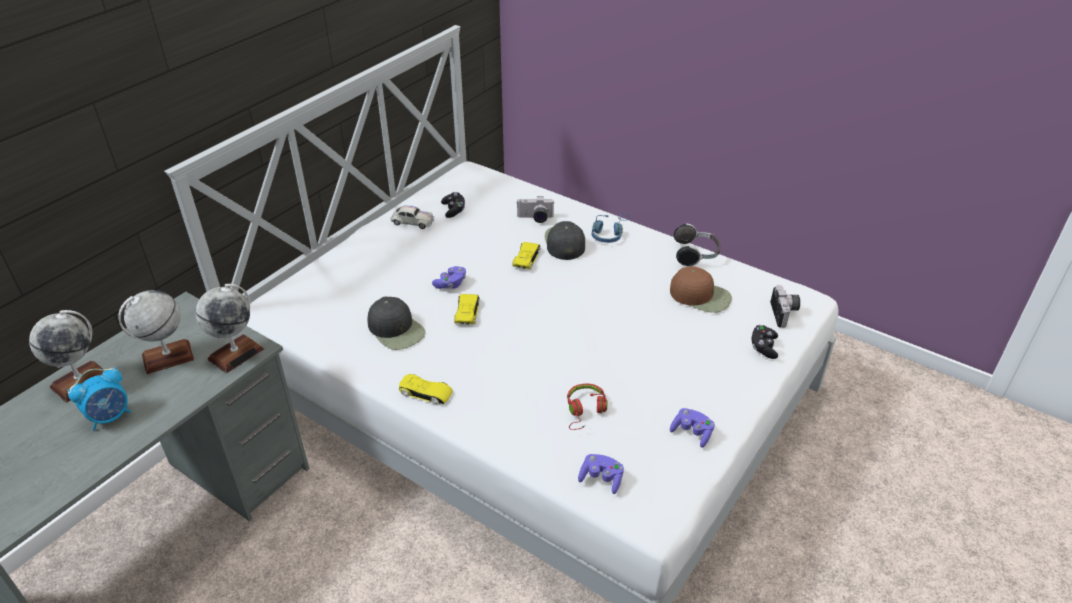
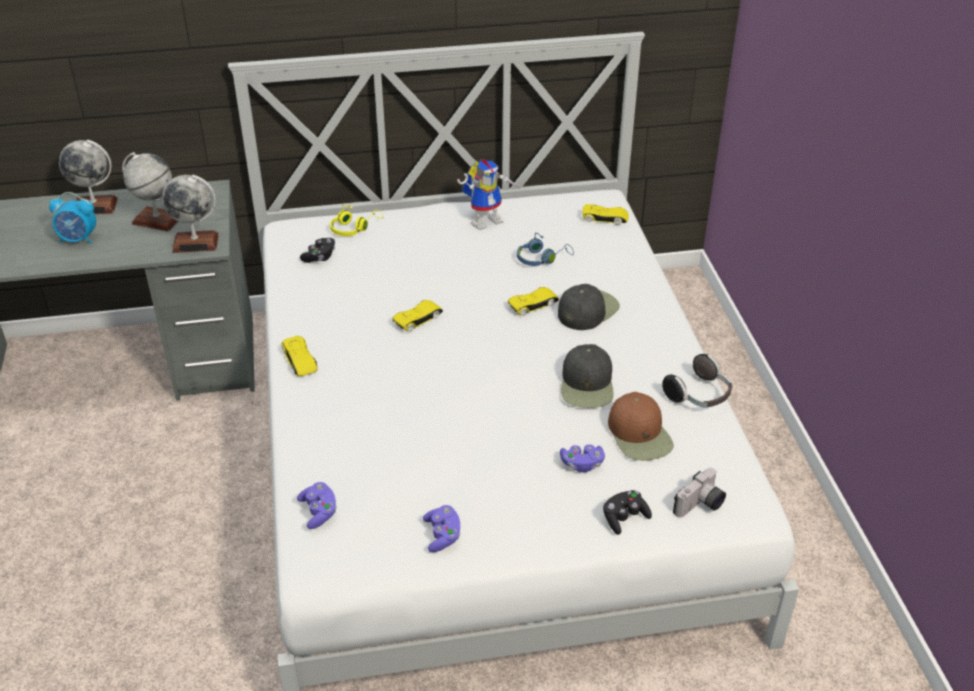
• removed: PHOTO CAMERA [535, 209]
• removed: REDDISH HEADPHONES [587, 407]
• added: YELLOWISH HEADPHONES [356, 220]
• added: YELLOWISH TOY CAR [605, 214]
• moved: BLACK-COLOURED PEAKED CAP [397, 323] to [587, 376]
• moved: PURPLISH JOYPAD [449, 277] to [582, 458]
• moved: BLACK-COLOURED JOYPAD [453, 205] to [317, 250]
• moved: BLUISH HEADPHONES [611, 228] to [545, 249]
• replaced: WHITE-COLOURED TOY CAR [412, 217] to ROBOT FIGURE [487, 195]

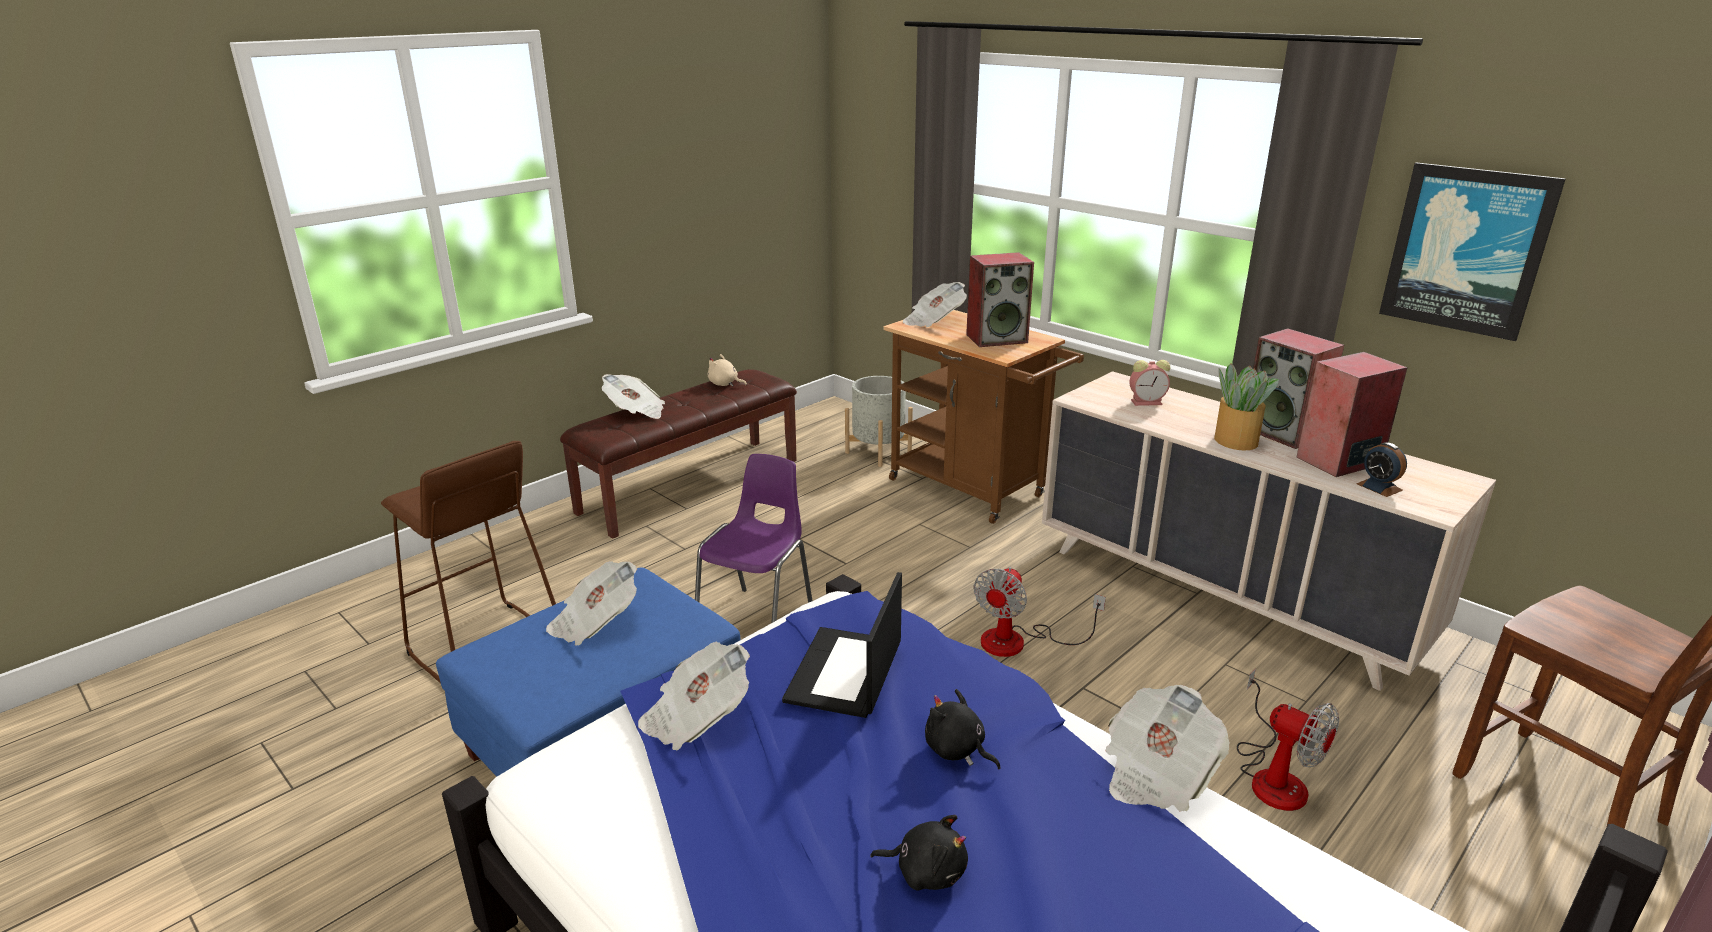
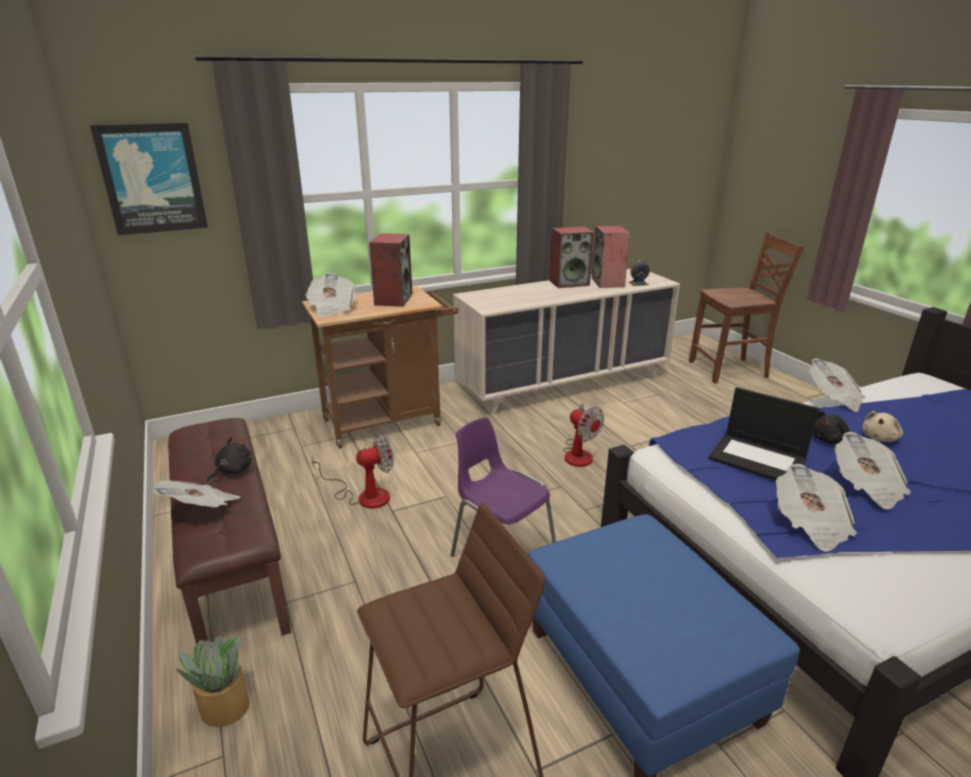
• removed: GRAY PLANT POT [879, 421]
• removed: TABLE CLOCK [1150, 383]
• moved: DAILY PAPER [591, 603] to [872, 471]
• moved: BEIGE SOFT TOY [727, 370] to [882, 426]
• moved: BLACK-COLOURED SOFT TOY [919, 853] to [229, 459]
• moved: PLANT IN A POT [1246, 407] to [213, 681]
• moved: FAN [1288, 740] to [352, 471]
• moved: WALL PICTURE [1472, 251] to [149, 179]

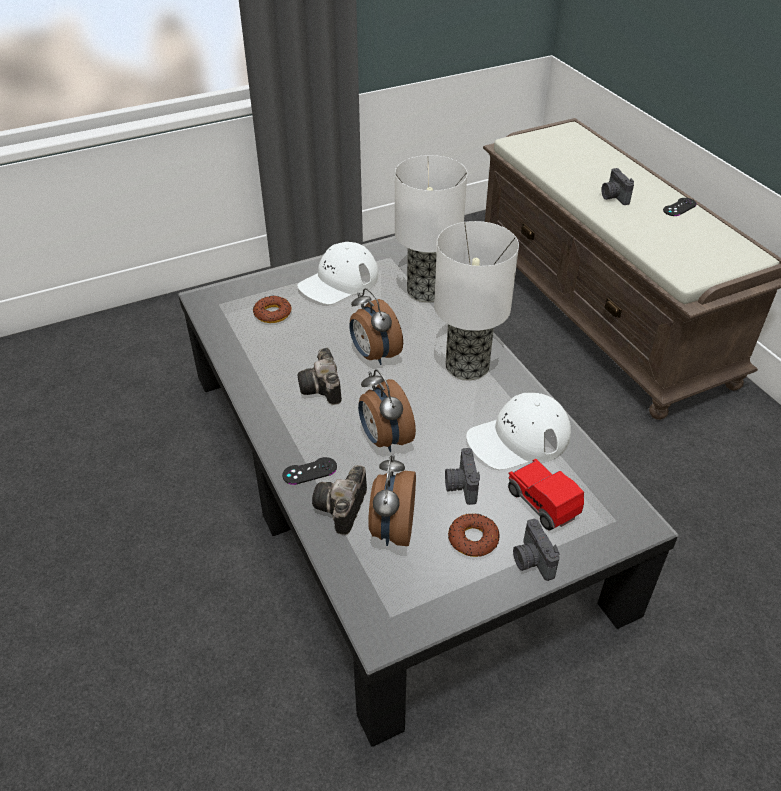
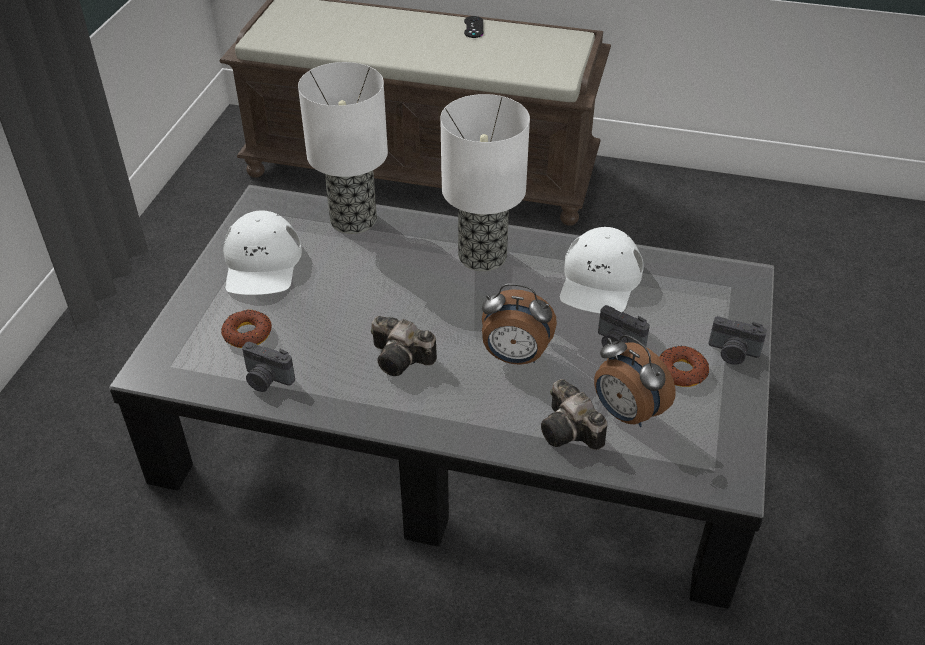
• removed: BLACK-COLOURED JOYPAD [309, 471]
• removed: TABLE CLOCK [376, 326]
• removed: TOY CAR [546, 494]
• moved: PHOTO CAMERA [617, 186] to [268, 367]

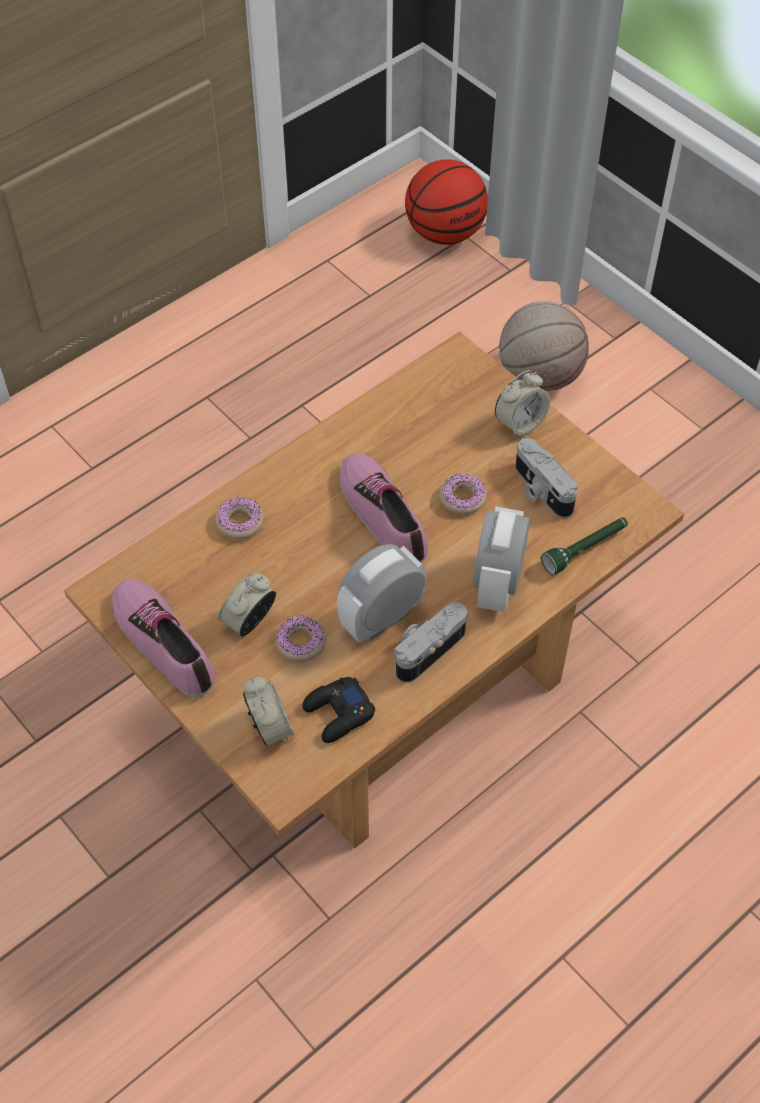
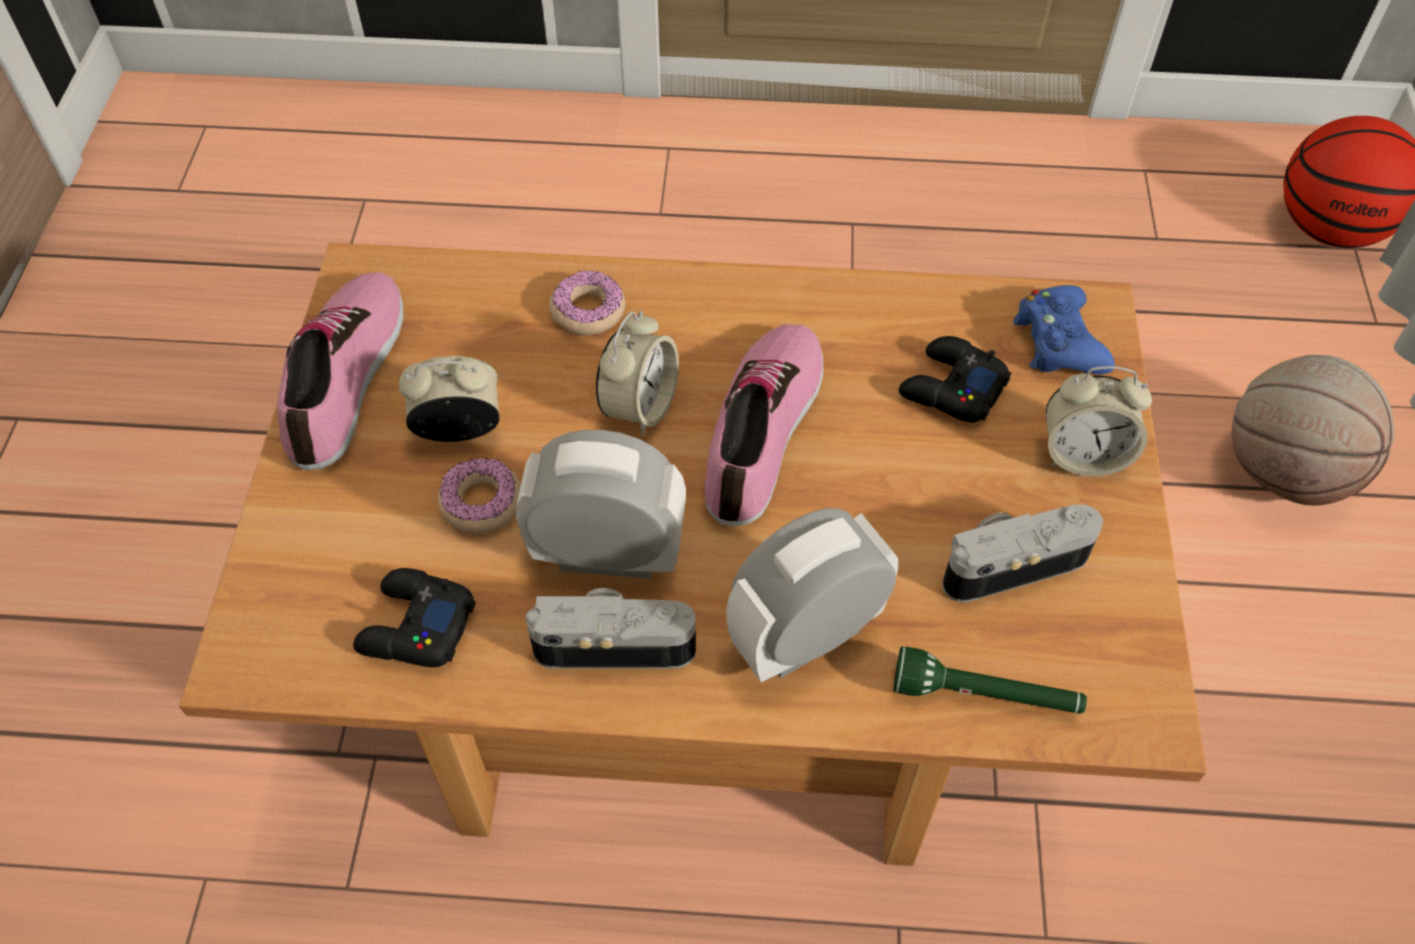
• removed: DONUT [463, 494]
• added: BLACK-COLOURED JOYPAD [955, 379]
• added: BLUISH JOYPAD [1064, 329]
• moved: TABLE CLOCK [268, 711] to [637, 373]
• turned: PHOTO CAMERA [546, 478] = [1023, 553] 60 degrees clockwise

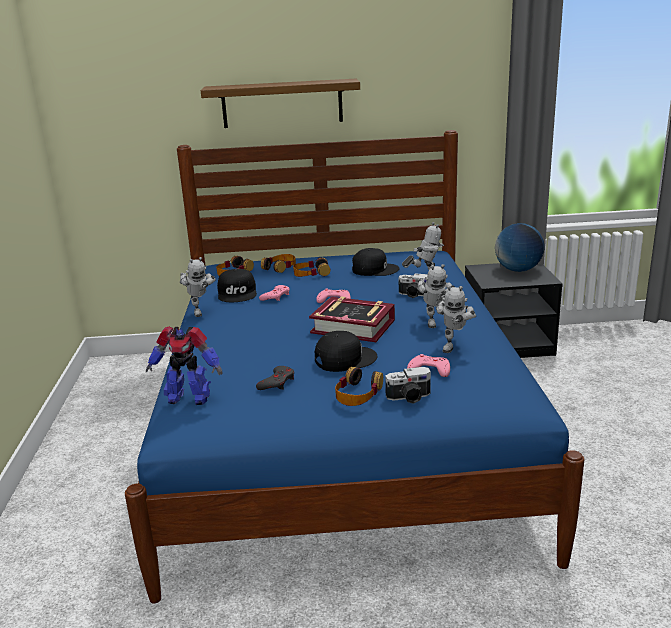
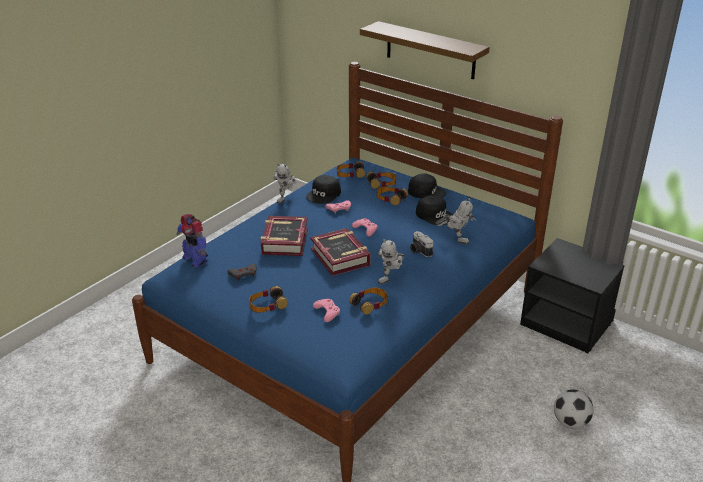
• removed: PHOTO CAMERA [408, 385]
• removed: WORLD GLOBE [520, 247]
• added: VOLUME [284, 236]
• added: BALL FOR FOOTBALL [574, 409]
• moved: BLACK-COLOURED PEAKED CAP [346, 351] to [427, 185]
• replaced: ROBOT FIGURE [456, 319] to HEADPHONES [368, 301]

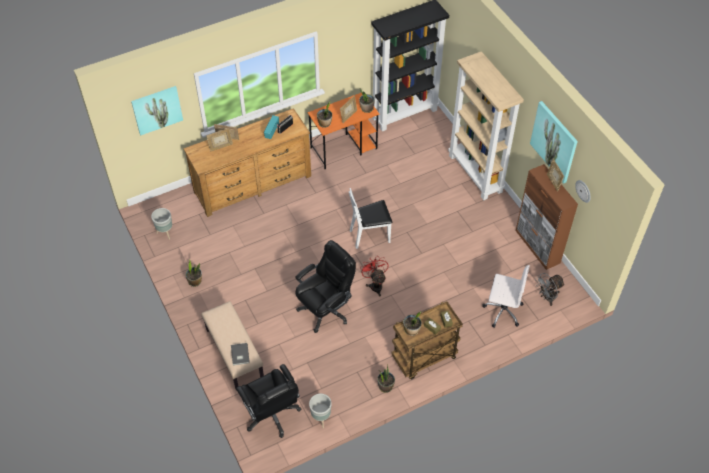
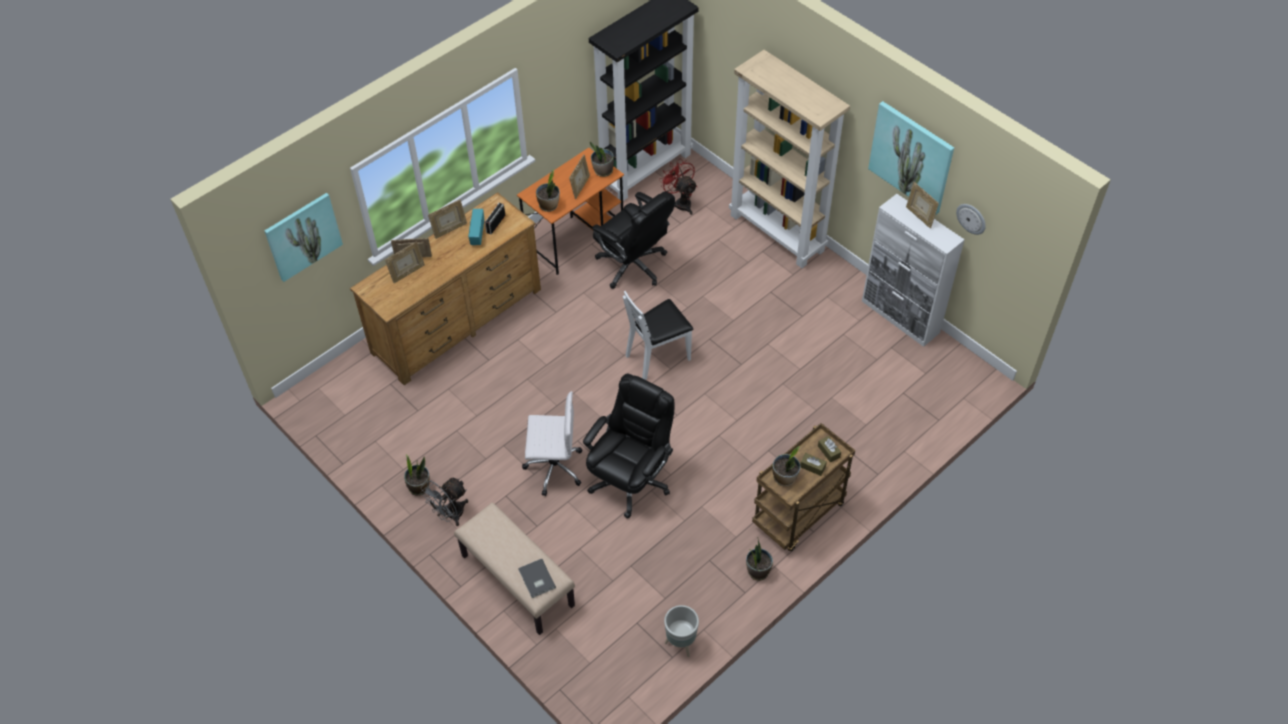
• removed: GRAY PLANT POT [161, 224]
• added: PHOTO FRAME [447, 219]
• moved: BLACK-COLOURED OFFICE CHAIR [269, 401] to [633, 240]
• moved: REDDISH FAN [374, 276] to [678, 186]
• moved: WHITE-COLOURED OFFICE CHAIR [506, 296] to [552, 443]
• moved: GRAY FAN [550, 289] to [444, 502]
• recoloured: BROWN STORAGE CABINET [547, 217] to WHITE-COLOURED STORAGE CABINET [913, 270]

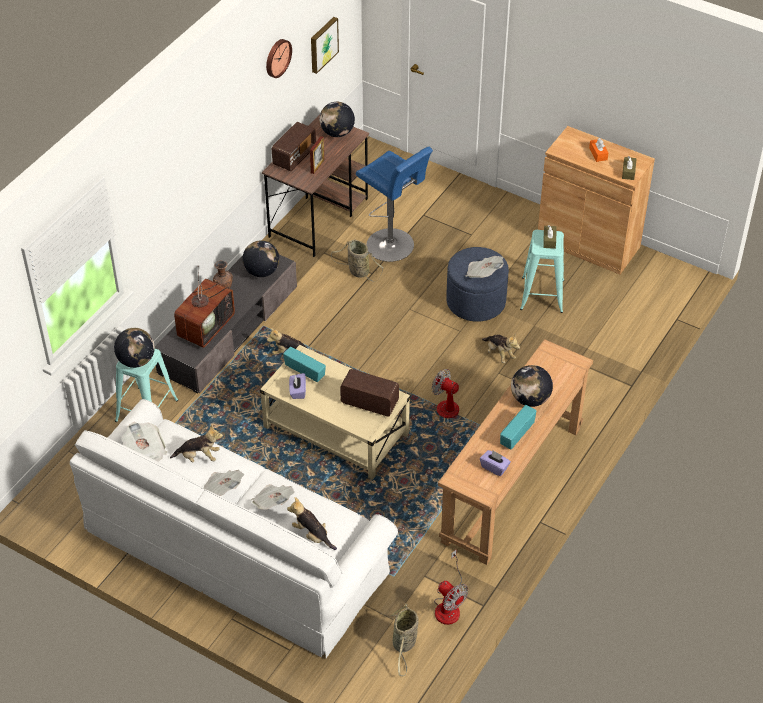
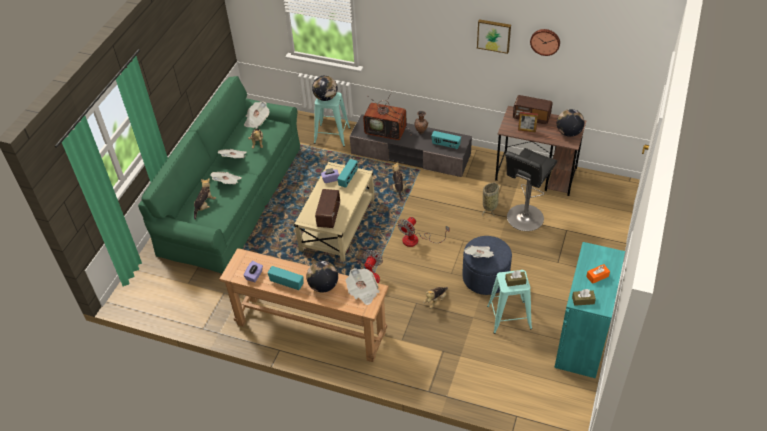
• removed: STORAGE BASKET [404, 640]
• added: DAILY PAPER [363, 286]
• moved: WALL PICTURE [325, 45] to [494, 36]
• moved: FAN [451, 587] to [423, 232]
• replaced: WORLD GLOBE [260, 258] to RADIO SET [446, 140]
• recoloured: WHITE-COLOURED SETTEE [234, 528] to GREEN SETTEE [219, 175]
• recoloured: BLUISH STOOL [394, 204] to BLACK-COLOURED STOOL [531, 189]
• recoloured: BROWN STORAGE CABINET [596, 200] to TURQUOISE-COLOURED STORAGE CABINET [589, 310]

